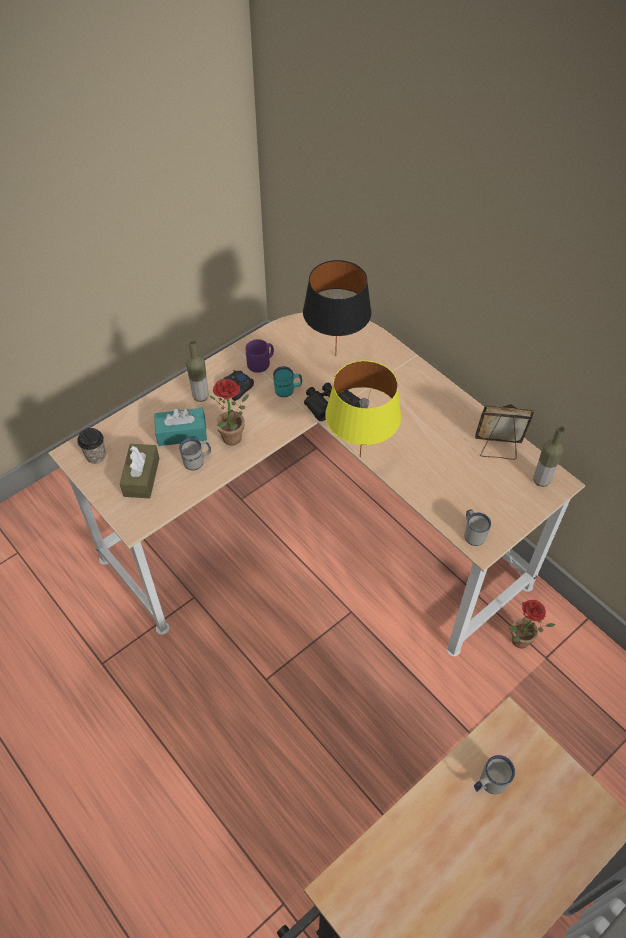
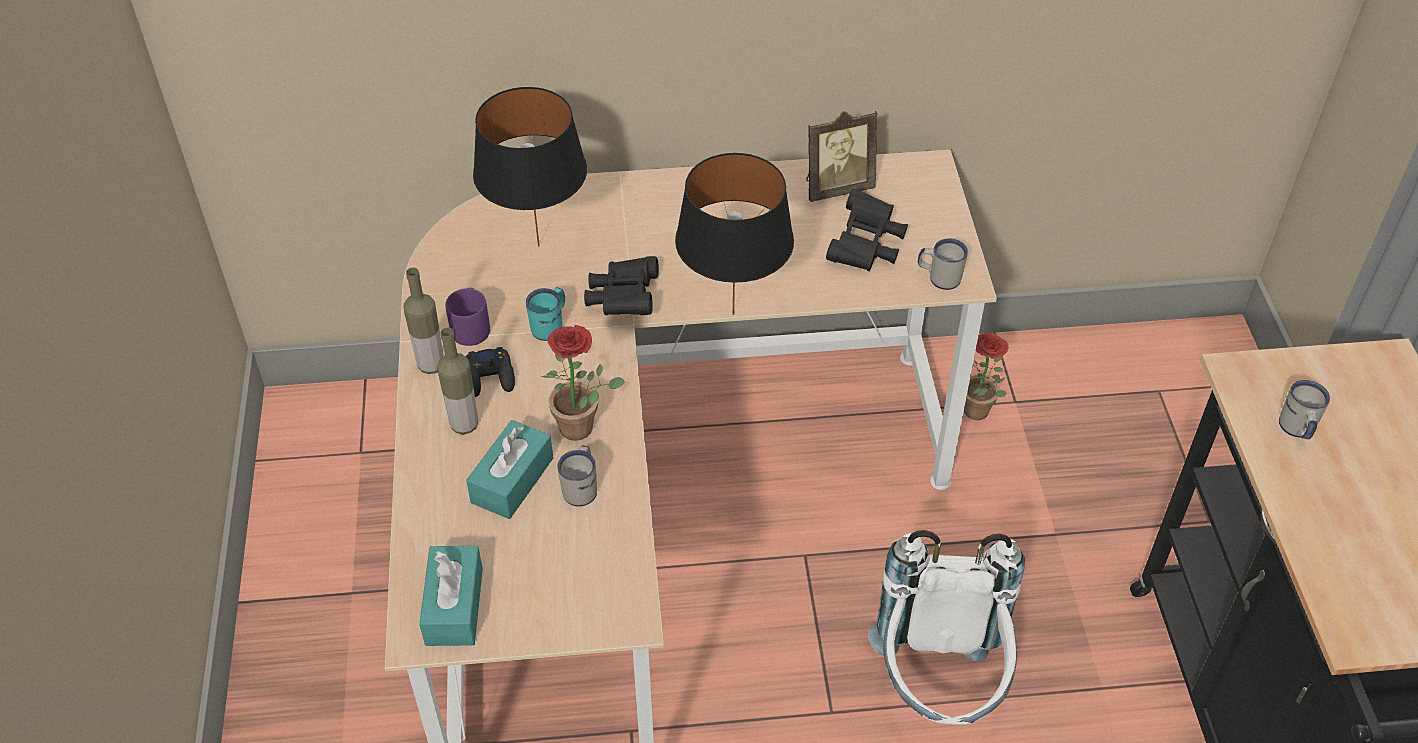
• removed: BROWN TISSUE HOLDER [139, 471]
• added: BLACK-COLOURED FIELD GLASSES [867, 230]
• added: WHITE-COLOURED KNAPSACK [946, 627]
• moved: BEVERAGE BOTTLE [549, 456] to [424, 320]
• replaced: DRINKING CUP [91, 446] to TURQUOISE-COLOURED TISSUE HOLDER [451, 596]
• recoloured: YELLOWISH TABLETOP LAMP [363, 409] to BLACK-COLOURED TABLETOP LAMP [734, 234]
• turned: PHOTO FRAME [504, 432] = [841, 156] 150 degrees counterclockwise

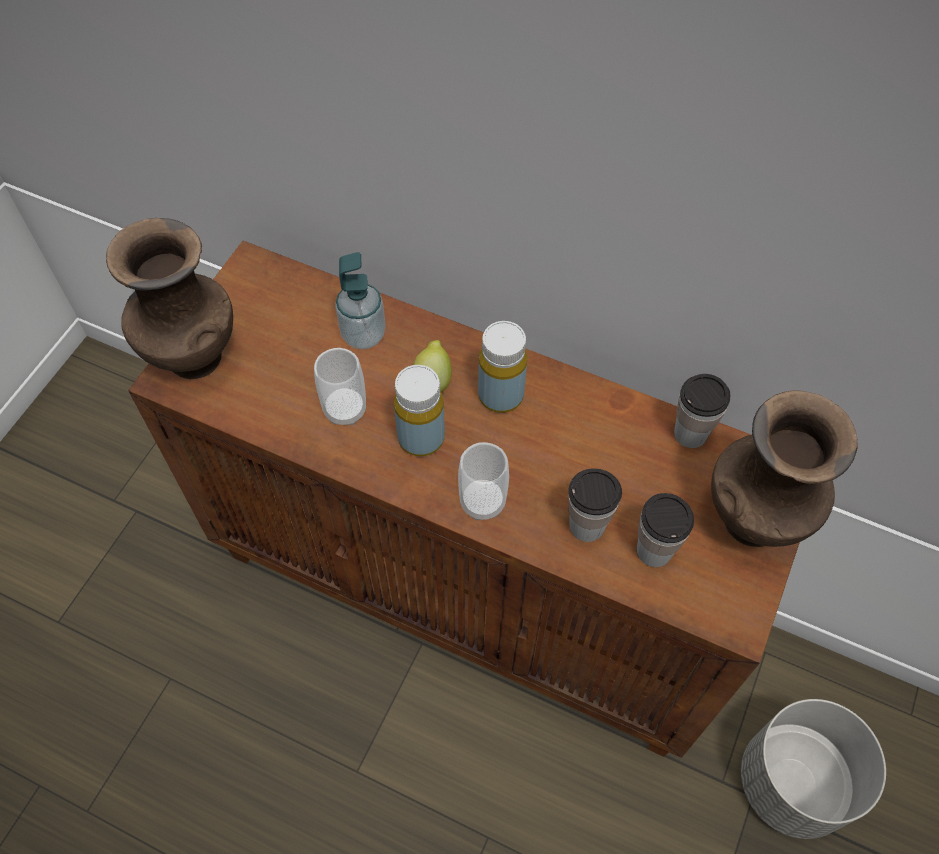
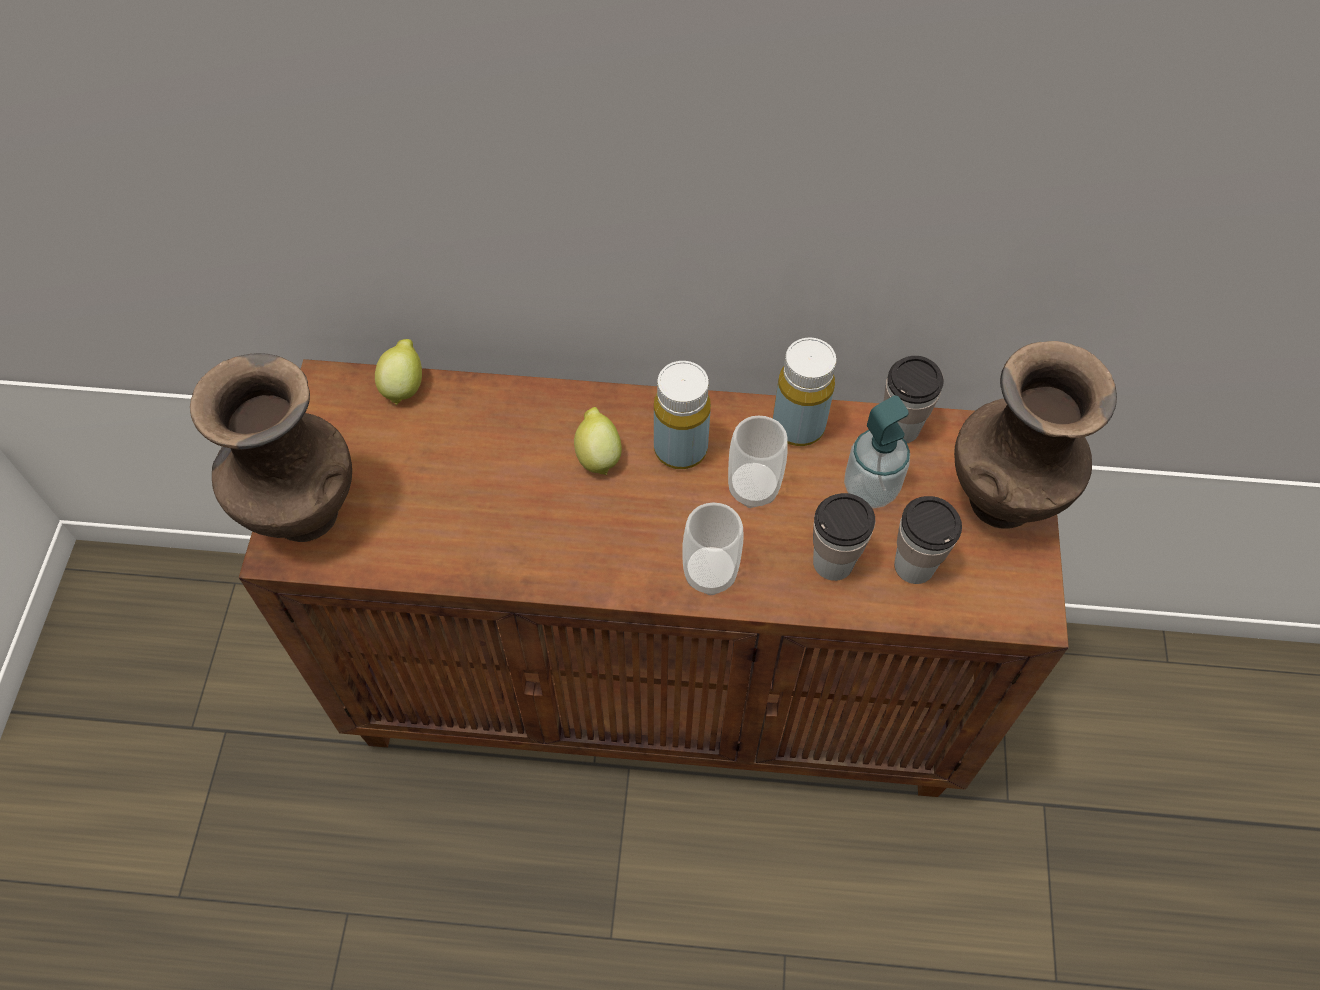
• removed: GRAY PLANT POT [813, 769]
• added: WHOLE LEMON [398, 372]
• moved: DRINKING CUP [340, 386] to [758, 462]
• moved: LIQUID SOAP BOTTLE [360, 301] to [877, 451]
• moved: YELLOWISH BEVERAGE BOTTLE [419, 410] to [804, 392]

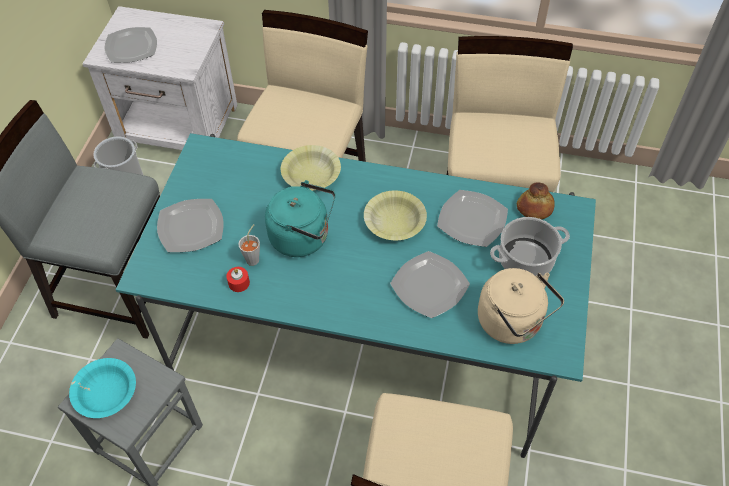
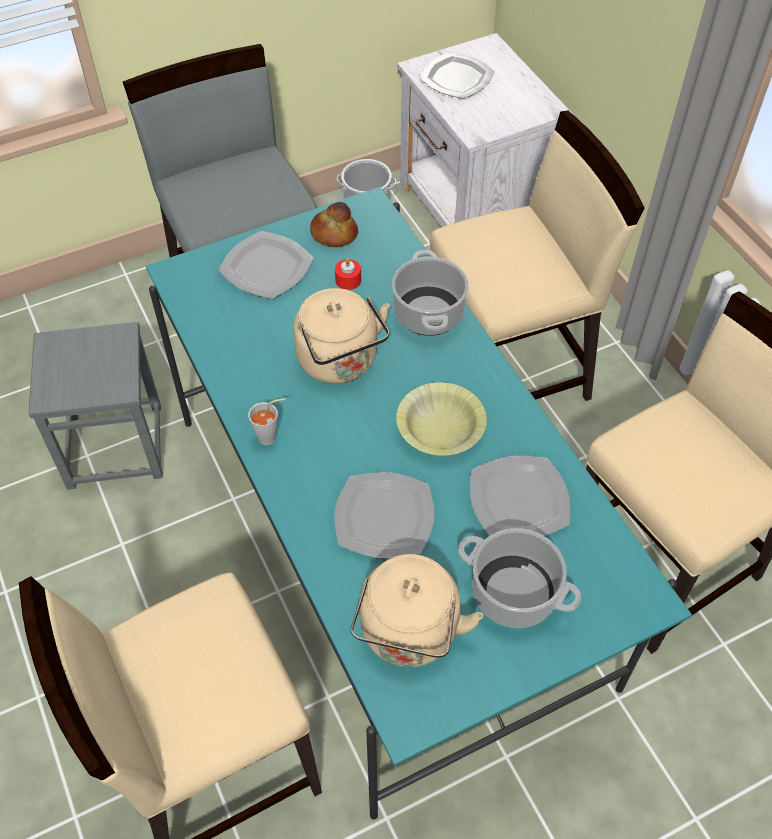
• removed: TURQUOISE-COLOURED BOWL [102, 388]
• moved: REDDISH WAX CANDLE [238, 279] to [348, 274]
• moved: GRAY DRINKING CUP [249, 245] to [266, 421]
• moved: BAKED BREAD [536, 200] to [334, 224]
• replaced: YELLOWISH BOWL [311, 168] to STOCKPOT [430, 293]
• recoloured: TURQUOISE-COLOURED KETTLE [300, 218] to BEIGE KETTLE [341, 336]

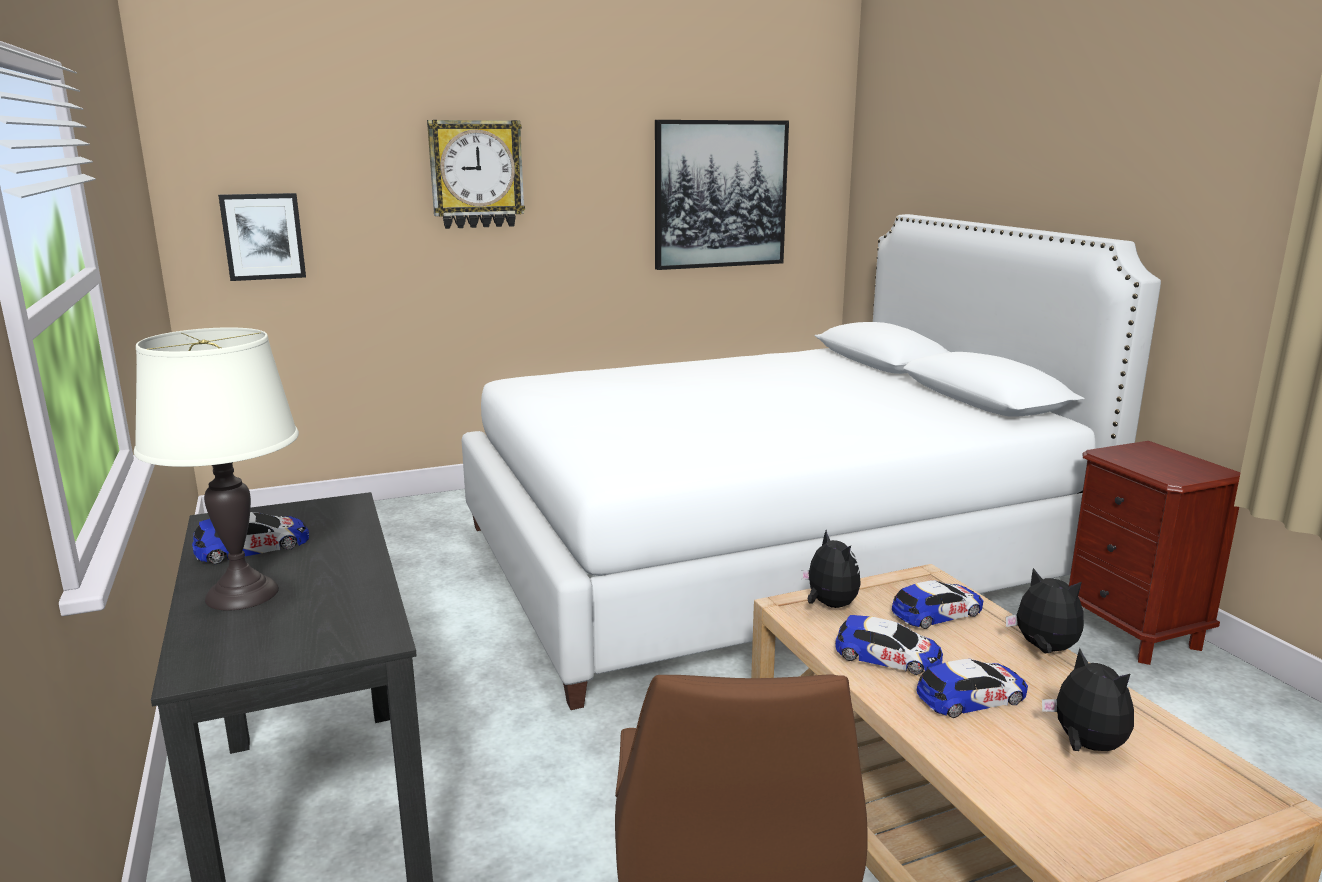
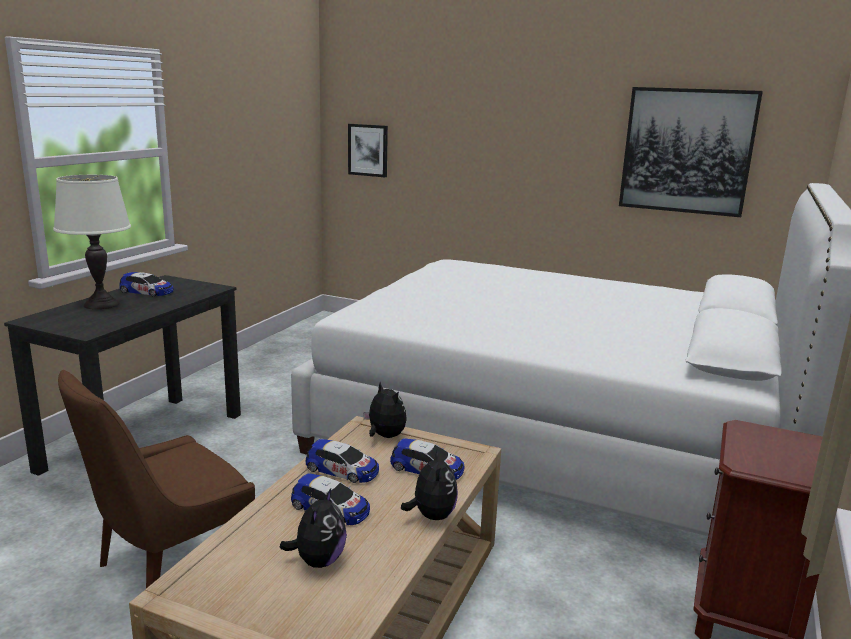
• removed: CLOCK ON THE WALL [476, 174]
• turned: SOFT TOY [831, 569] = [385, 410] 60 degrees counterclockwise
• turned: TOY CAR [889, 645] = [342, 461] 45 degrees counterclockwise

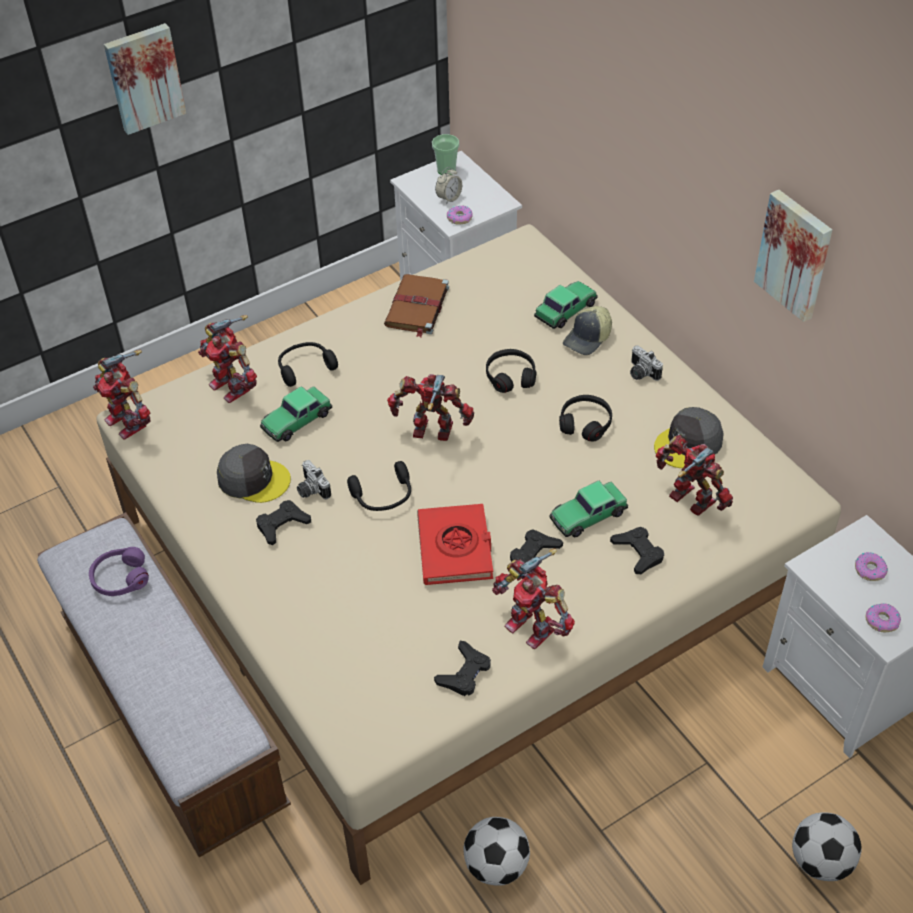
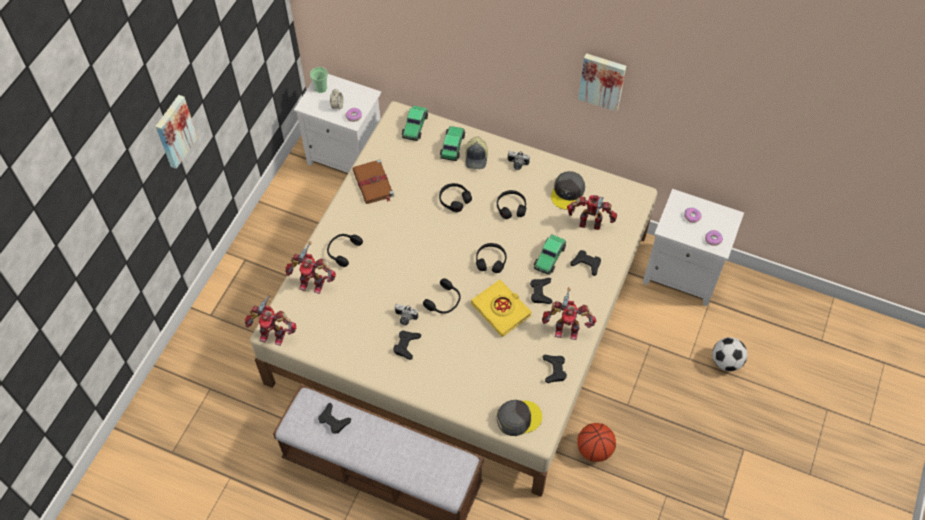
• removed: ROBOT FIGURE [430, 407]
• added: BLACK-COLOURED HEADPHONES [491, 258]
• moved: GRAY PEAKED CAP [254, 473] to [519, 418]
• moved: TOY CAR [296, 414] to [415, 123]
• replaced: PURPLISH HEADPHONES [119, 571] to BLACK-COLOURED JOYPAD [334, 418]
• replaced: BALL FOR FOOTBALL [496, 851] to BASKETBALL [596, 442]
• recoloured: REDDISH VOLUME [455, 544] to YELLOWISH VOLUME [501, 308]

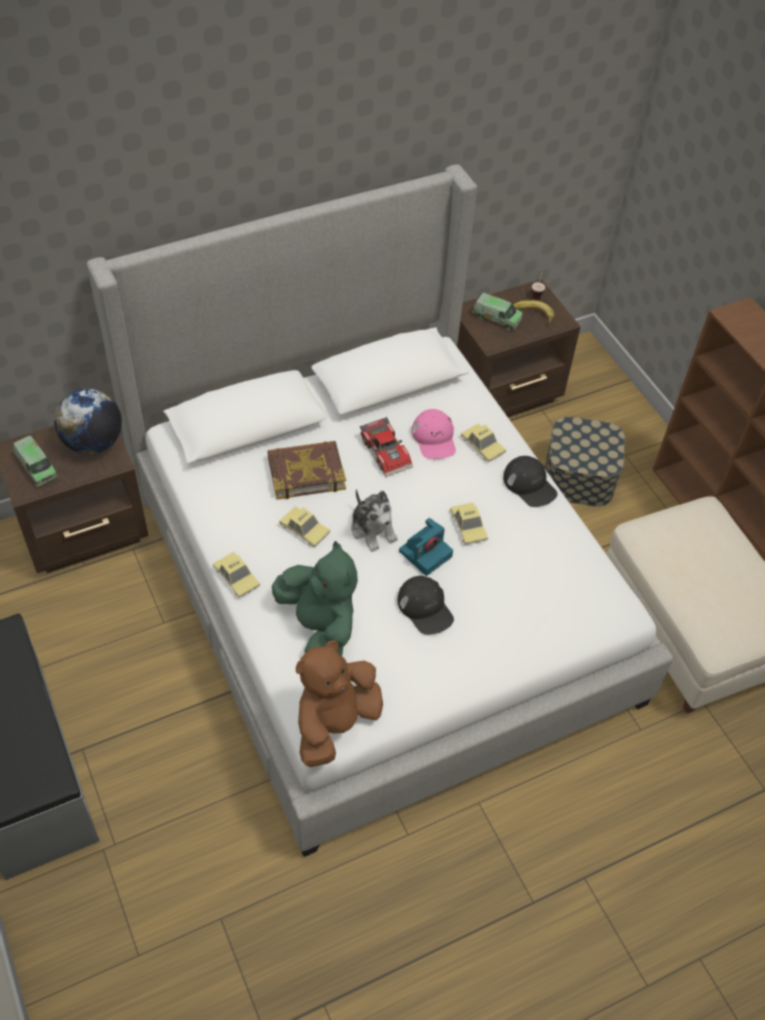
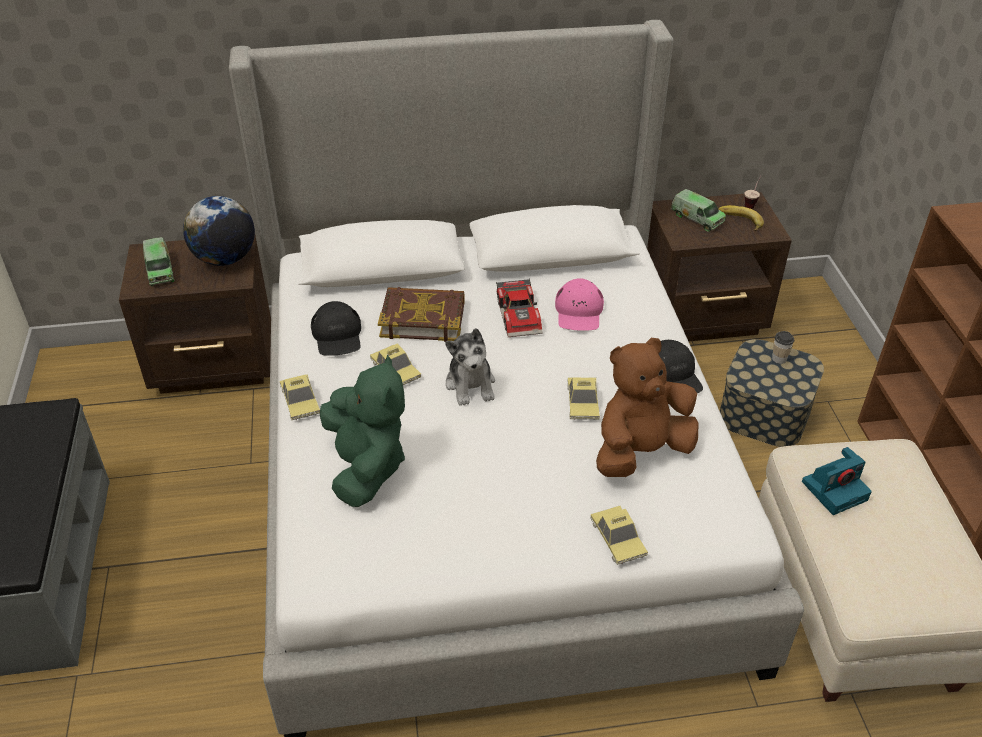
• added: DRINKING CUP [783, 347]
• moved: BROWN SOFT TOY [339, 703] to [647, 407]
• moved: BLACK-COLOURED PEAKED CAP [426, 605] to [336, 328]
• moved: PHOTO CAMERA [426, 547] to [837, 481]
• moved: TOY CAR [483, 443] to [619, 535]

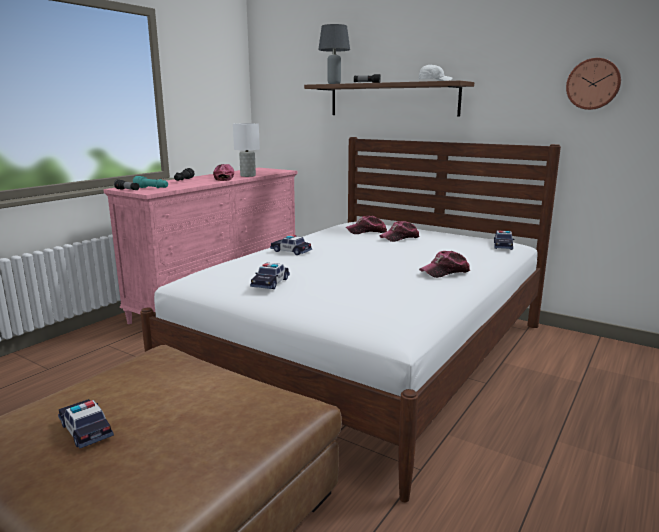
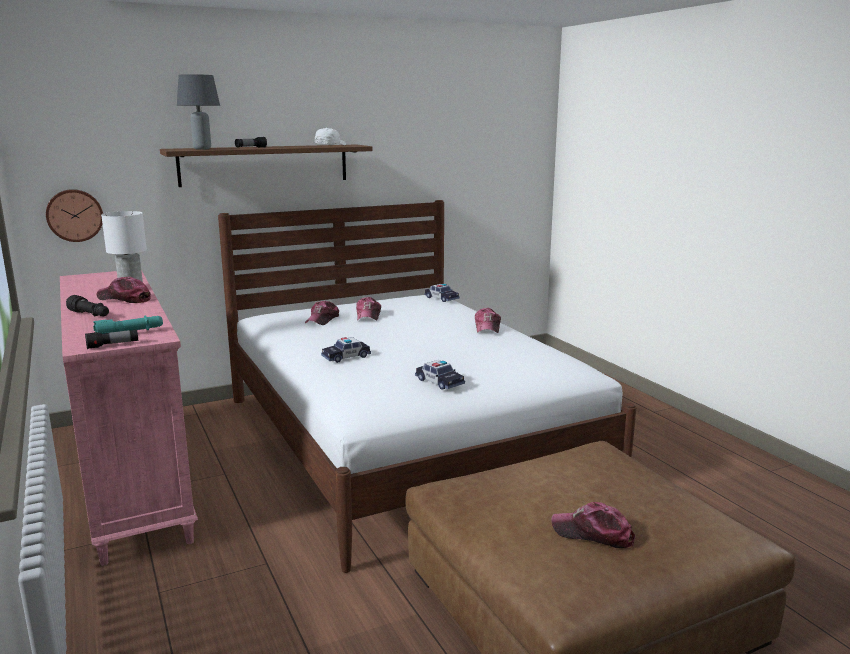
• moved: CLOCK ON THE WALL [593, 84] to [74, 215]
• replaced: TOY CAR [86, 423] to PEAKED CAP [593, 525]

